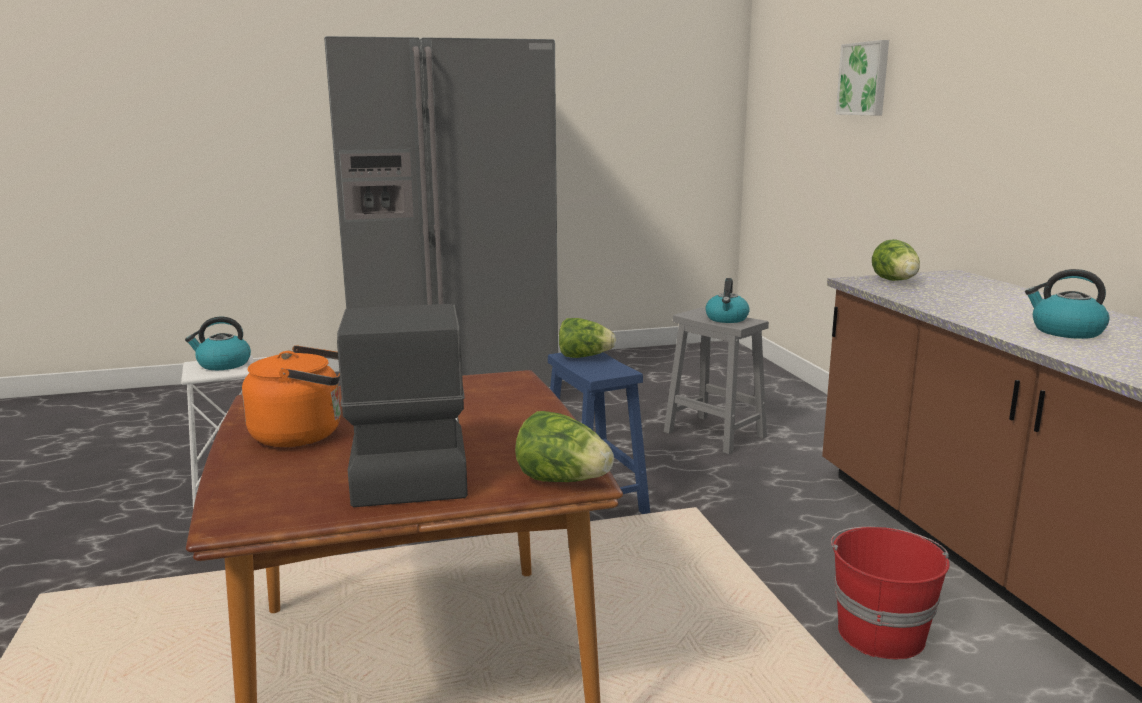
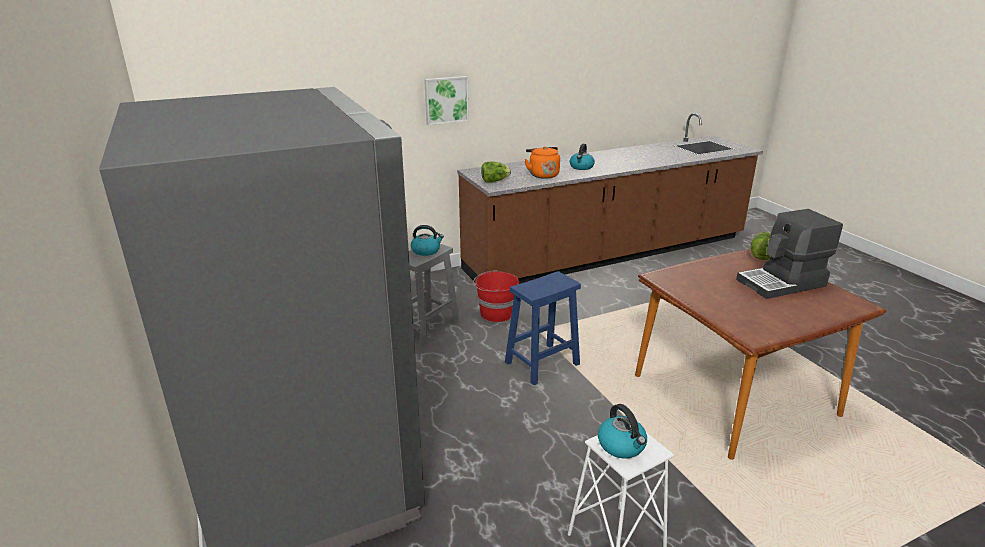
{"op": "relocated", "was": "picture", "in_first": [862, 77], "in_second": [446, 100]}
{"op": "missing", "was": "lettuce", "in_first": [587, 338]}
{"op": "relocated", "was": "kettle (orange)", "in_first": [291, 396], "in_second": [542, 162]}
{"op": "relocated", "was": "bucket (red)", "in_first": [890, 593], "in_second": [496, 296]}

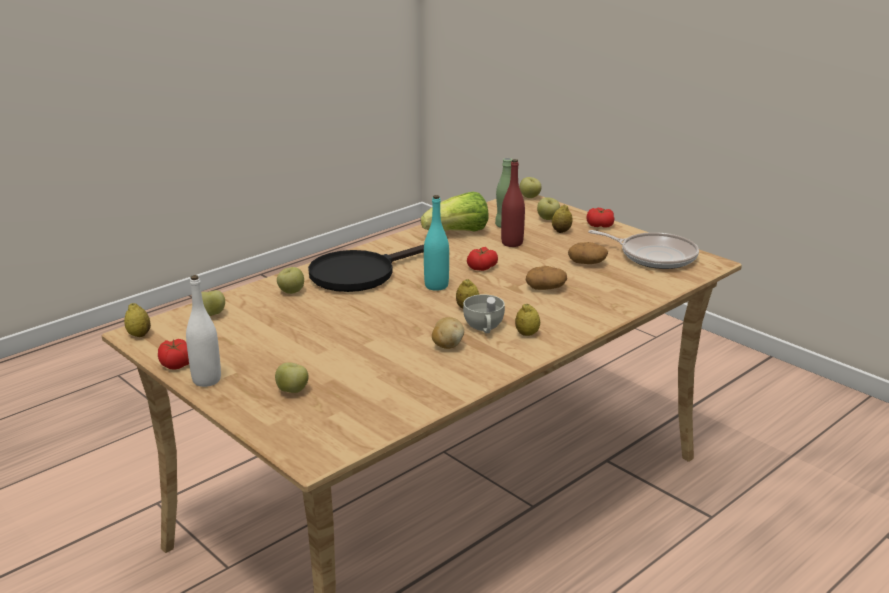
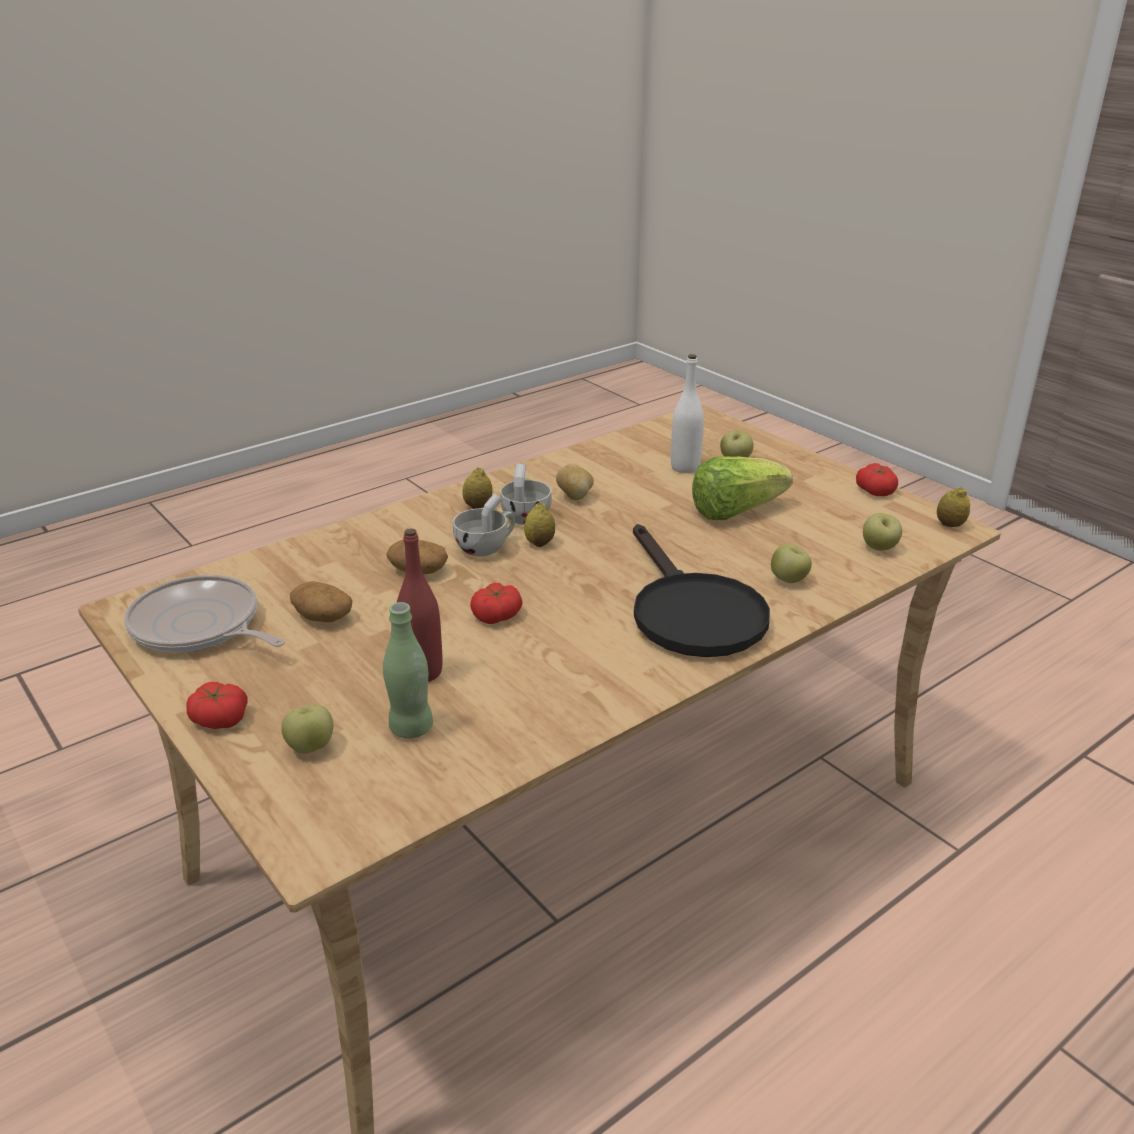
{"op": "missing", "was": "apple", "in_first": [530, 187]}
{"op": "relocated", "was": "lettuce", "in_first": [455, 211], "in_second": [742, 488]}
{"op": "missing", "was": "bottle (turquoise)", "in_first": [436, 243]}
{"op": "missing", "was": "lemon", "in_first": [562, 219]}
{"op": "spun", "was": "frying pan (black)", "in_first": [366, 268], "in_second": [701, 590], "clockwise": 105}
{"op": "relocated", "was": "bottle (white)", "in_first": [203, 331], "in_second": [687, 413]}
{"op": "appeared", "now": "cup (white)", "in_second": [484, 525]}

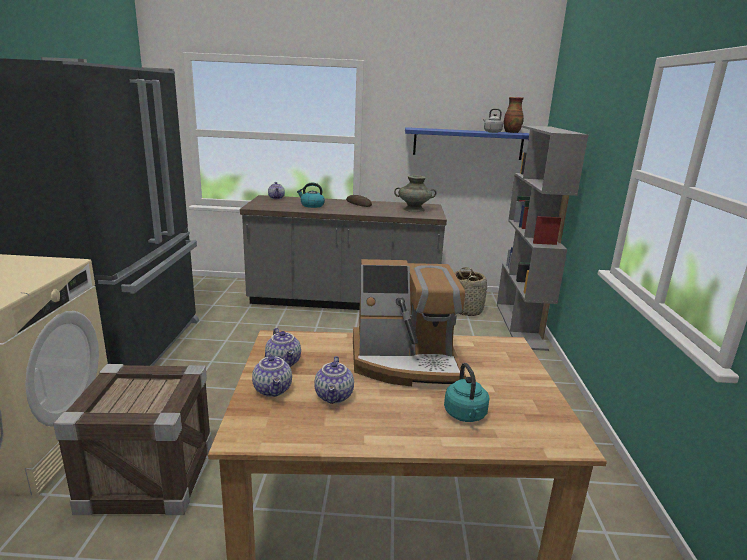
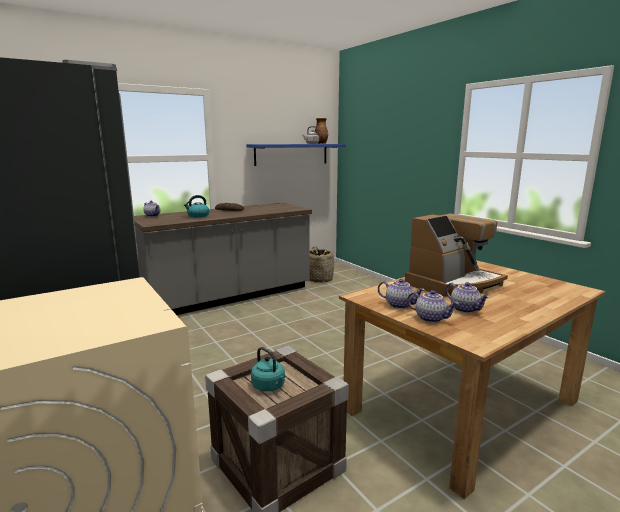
{"op": "missing", "was": "bookcase (grey)", "in_first": [542, 238]}
{"op": "missing", "was": "vase (turquoise)", "in_first": [415, 193]}
{"op": "relocated", "was": "kettle (turquoise)", "in_first": [466, 392], "in_second": [268, 369]}

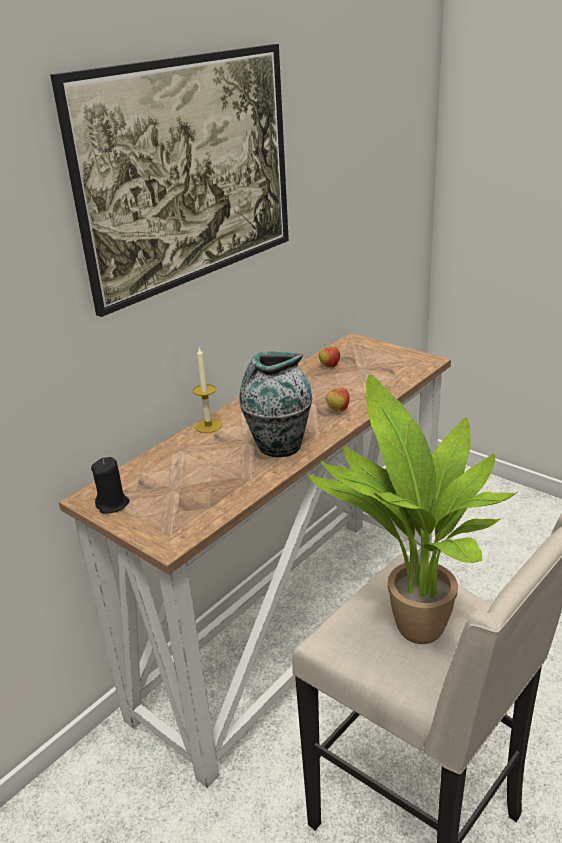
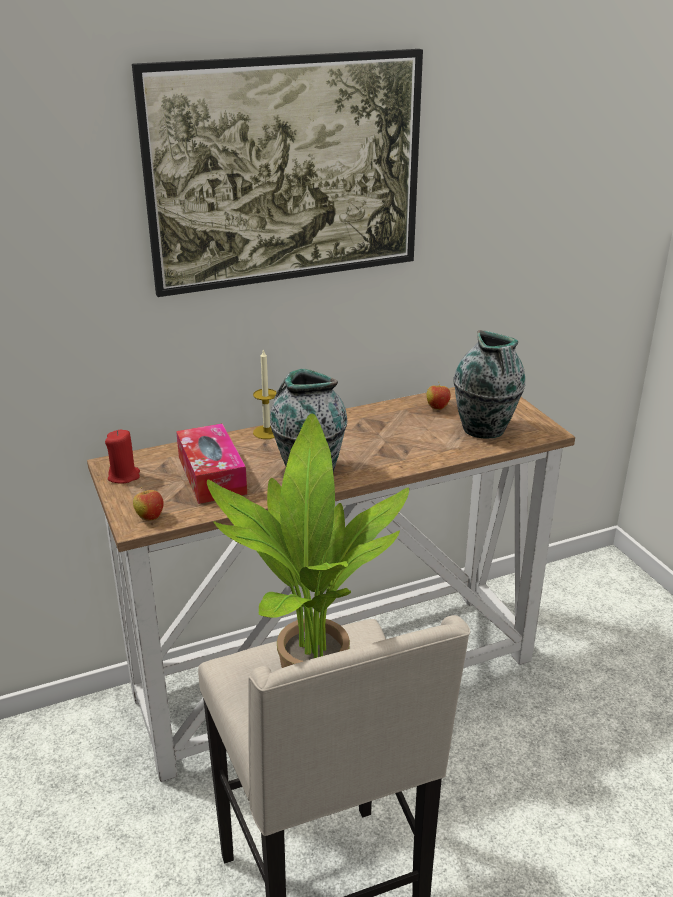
{"op": "relocated", "was": "apple", "in_first": [337, 399], "in_second": [148, 504]}
{"op": "colour", "was": "candle (black)", "now": "candle (red)", "in_first": [110, 485], "in_second": [122, 457]}
{"op": "appeared", "now": "vase", "in_second": [489, 384]}
{"op": "appeared", "now": "tissue box", "in_second": [211, 463]}

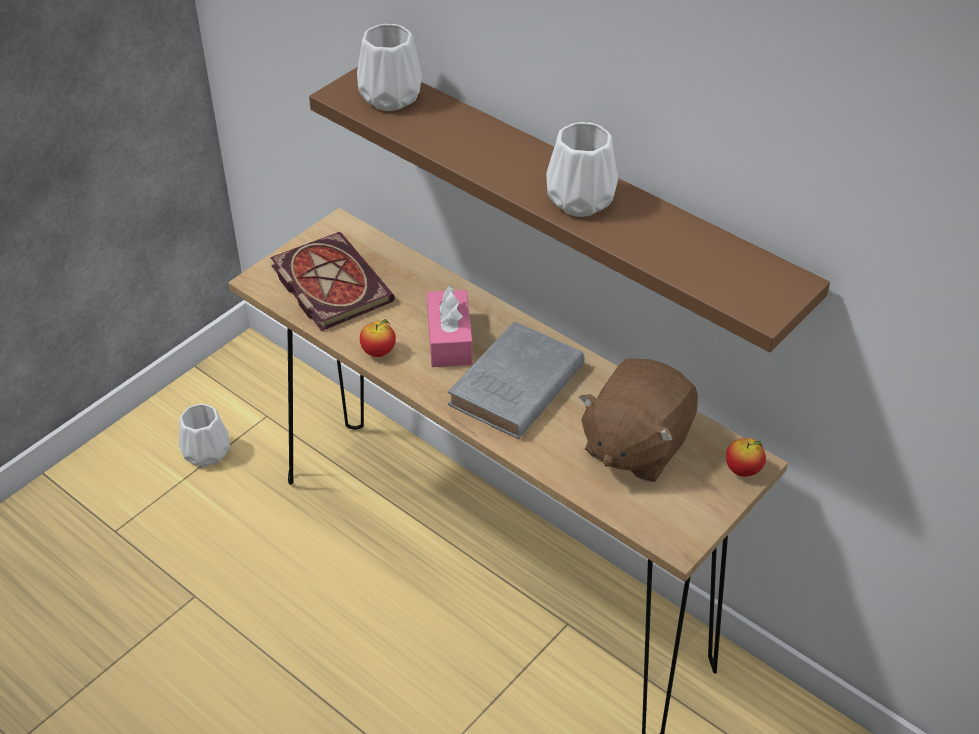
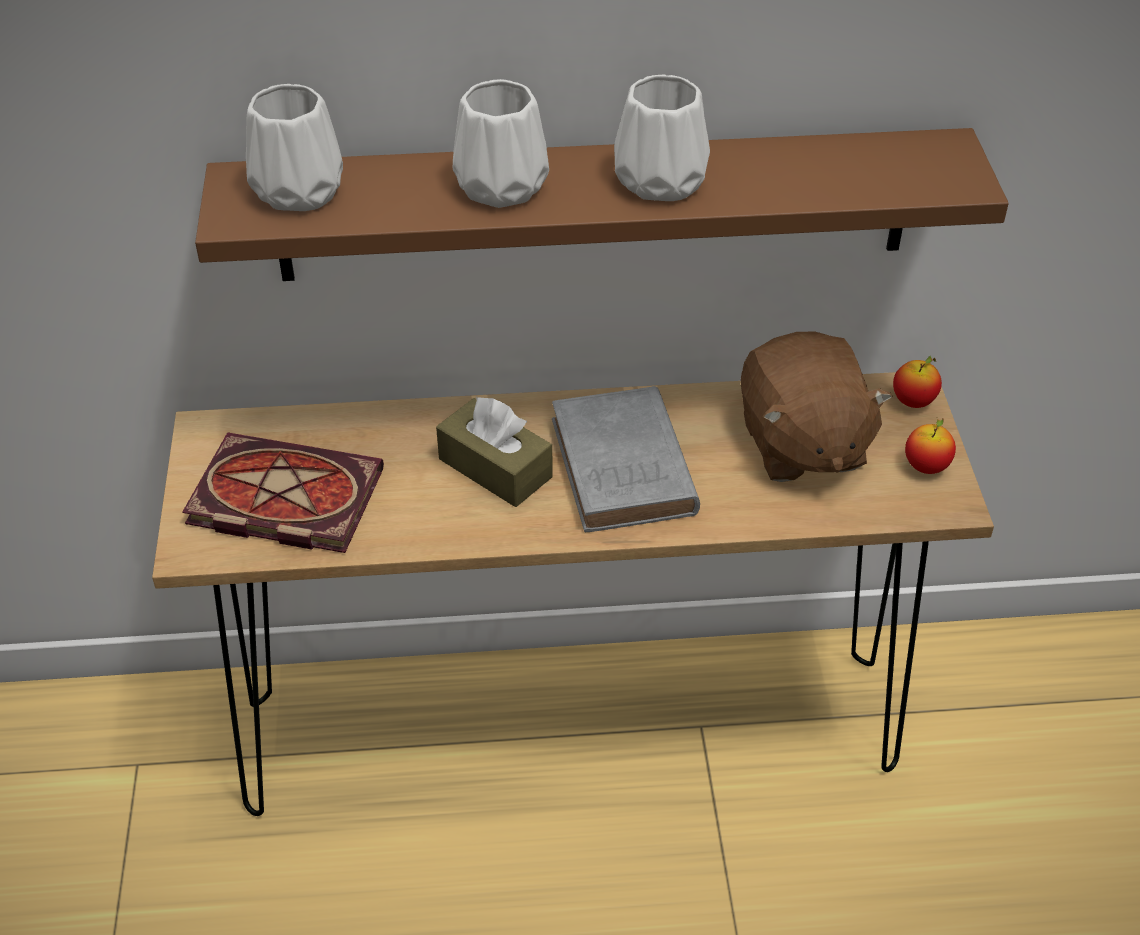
{"op": "colour", "was": "tissue box (pink)", "now": "tissue box (brown)", "in_first": [450, 326], "in_second": [494, 452]}
{"op": "relocated", "was": "apple", "in_first": [378, 338], "in_second": [930, 446]}
{"op": "relocated", "was": "vase (white)", "in_first": [204, 435], "in_second": [500, 143]}

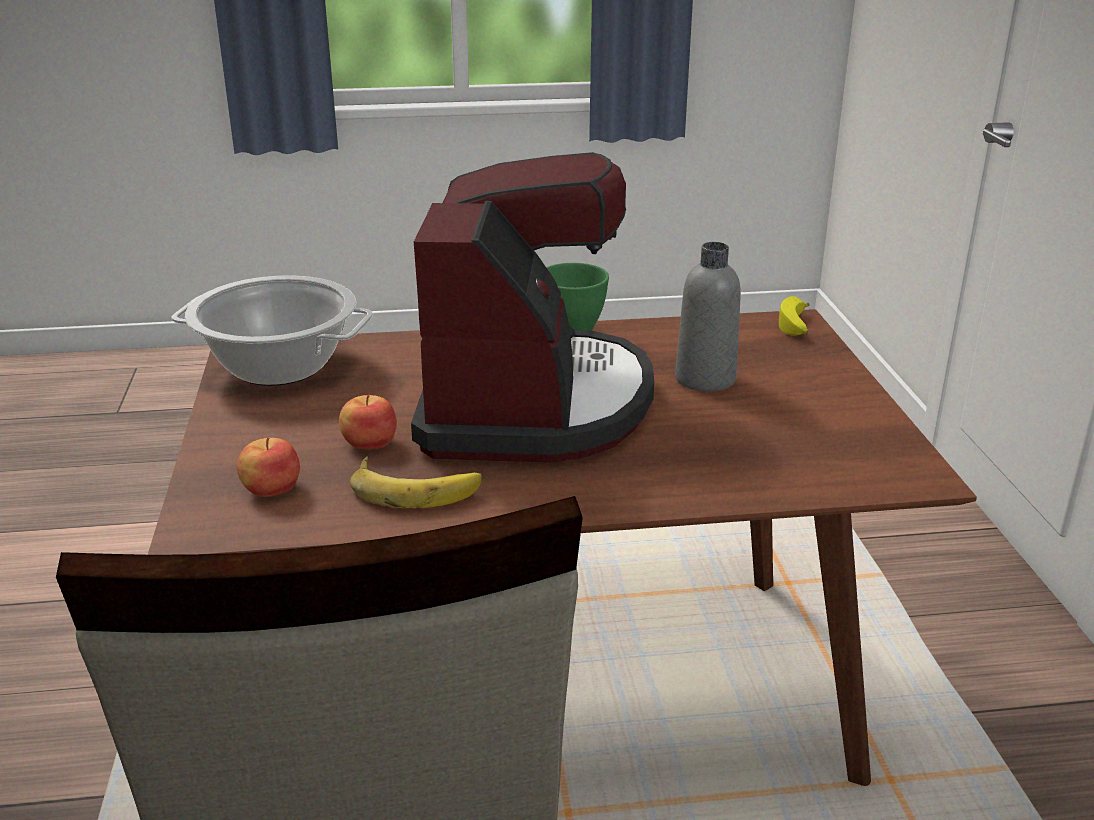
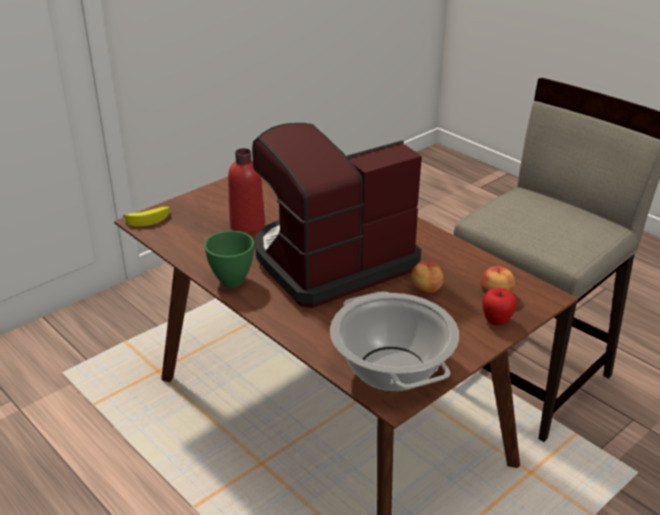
{"op": "colour", "was": "bottle (grey)", "now": "bottle (red)", "in_first": [708, 317], "in_second": [246, 191]}
{"op": "missing", "was": "banana", "in_first": [416, 482]}
{"op": "appeared", "now": "apple", "in_second": [499, 306]}

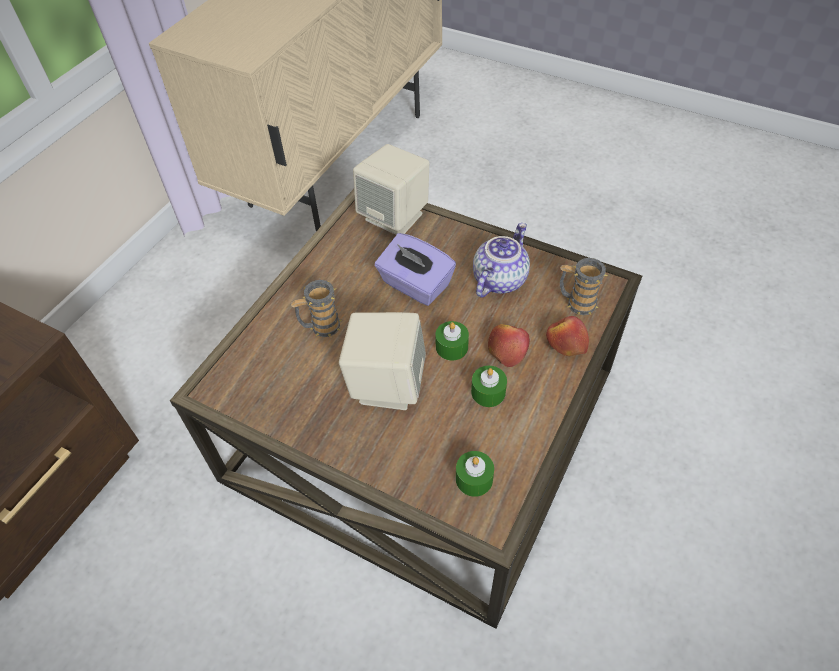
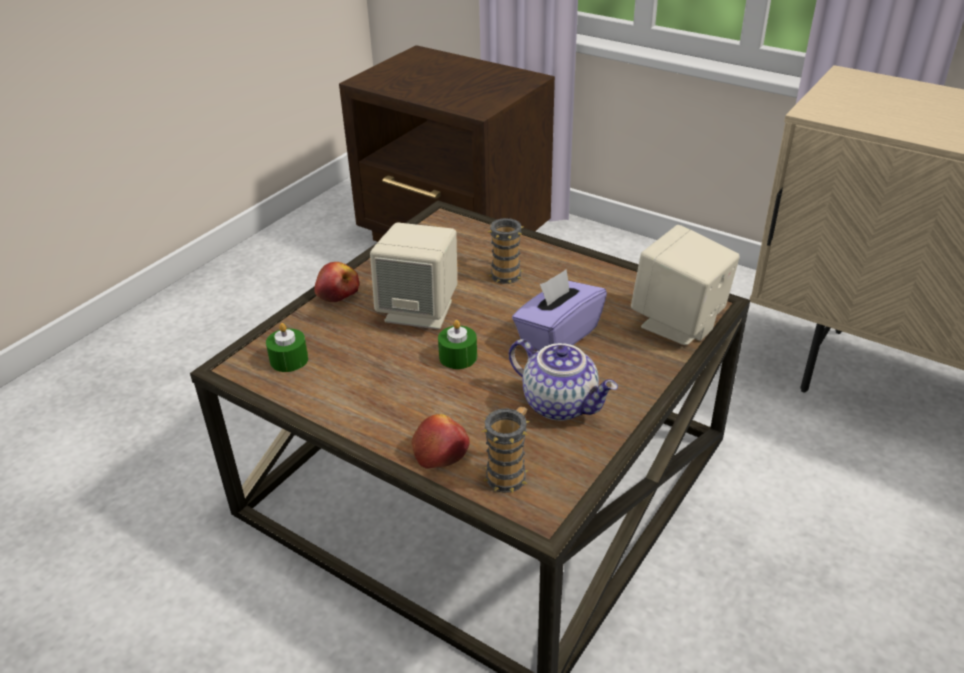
{"op": "relocated", "was": "apple", "in_first": [509, 345], "in_second": [337, 282]}
{"op": "missing", "was": "candle (green)", "in_first": [489, 386]}

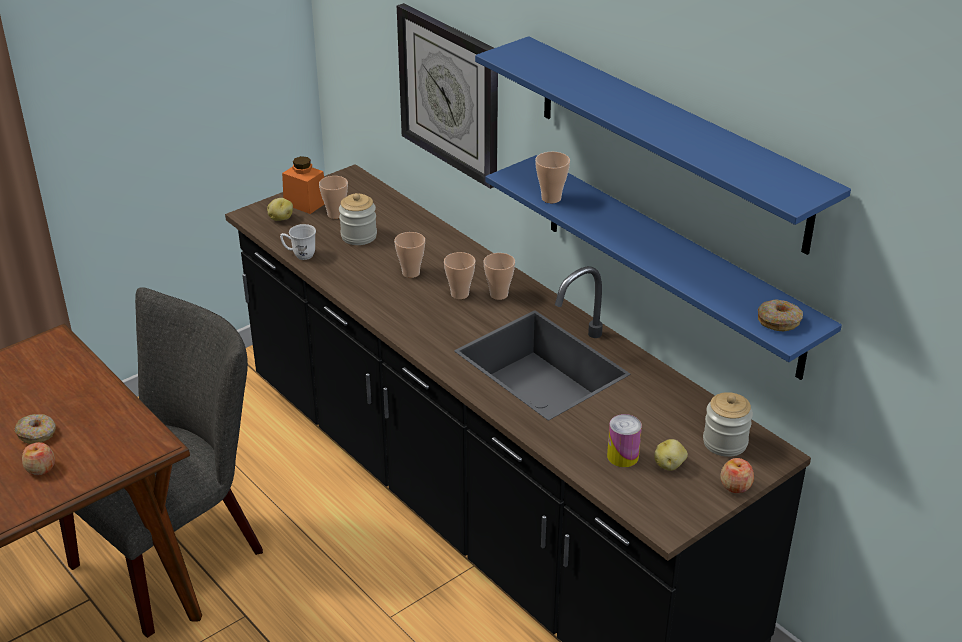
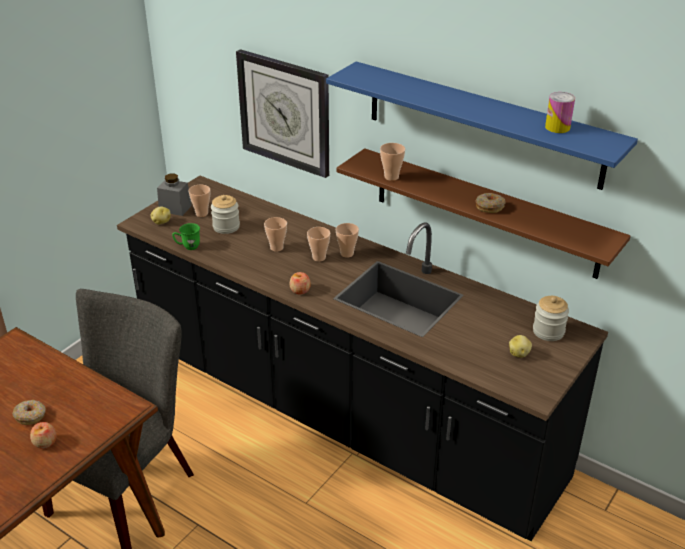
{"op": "colour", "was": "shelf (blue)", "now": "shelf (brown)", "in_first": [664, 267], "in_second": [483, 213]}
{"op": "colour", "was": "jar (orange)", "now": "jar (grey)", "in_first": [303, 185], "in_second": [174, 194]}
{"op": "colour", "was": "mug (white)", "now": "mug (green)", "in_first": [298, 242], "in_second": [186, 236]}
{"op": "relocated", "was": "donut", "in_first": [780, 315], "in_second": [491, 203]}
{"op": "relocated", "was": "can", "in_first": [624, 440], "in_second": [560, 112]}
{"op": "relocated", "was": "apple", "in_first": [737, 475], "in_second": [300, 283]}

